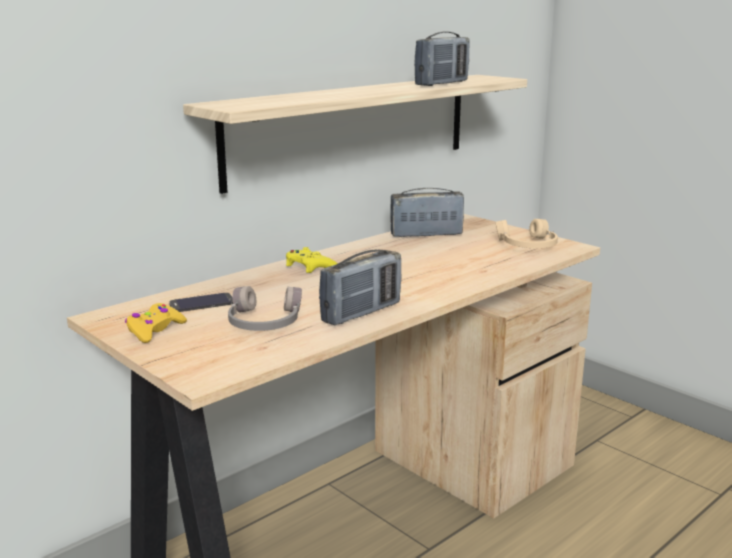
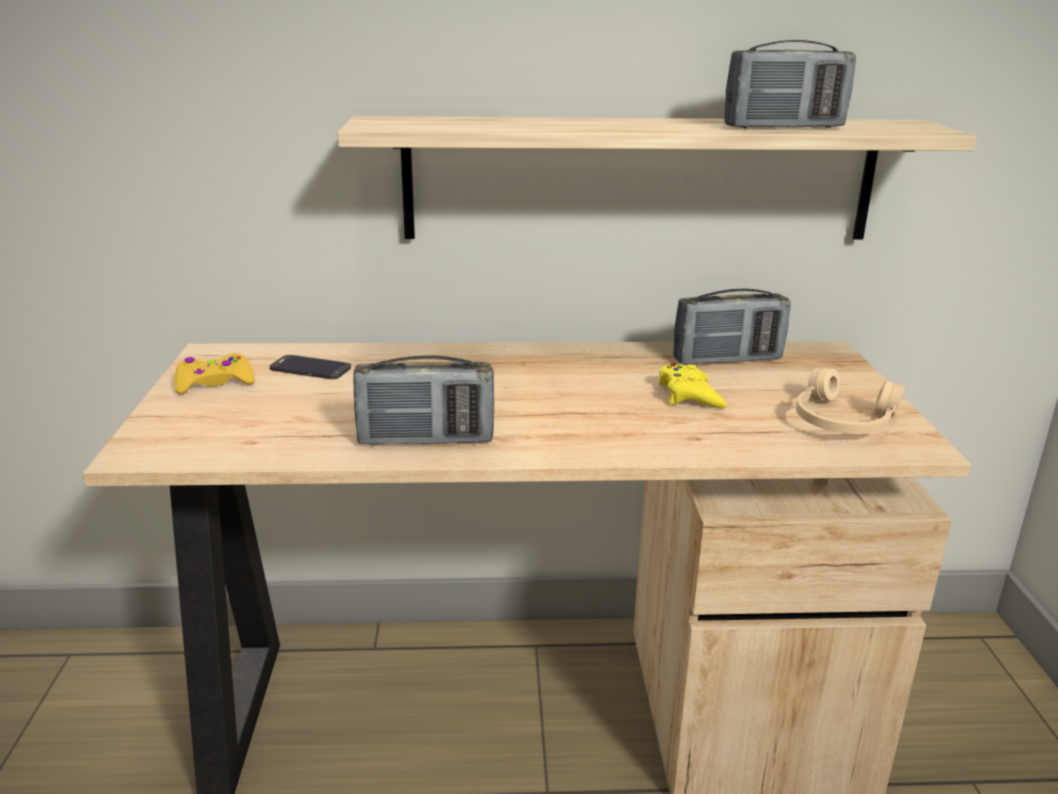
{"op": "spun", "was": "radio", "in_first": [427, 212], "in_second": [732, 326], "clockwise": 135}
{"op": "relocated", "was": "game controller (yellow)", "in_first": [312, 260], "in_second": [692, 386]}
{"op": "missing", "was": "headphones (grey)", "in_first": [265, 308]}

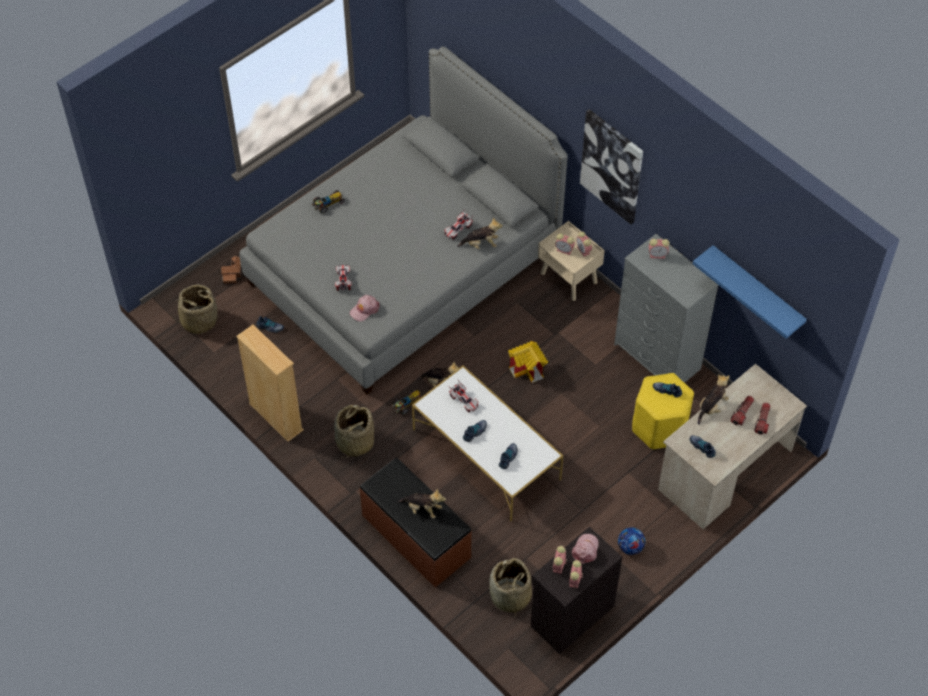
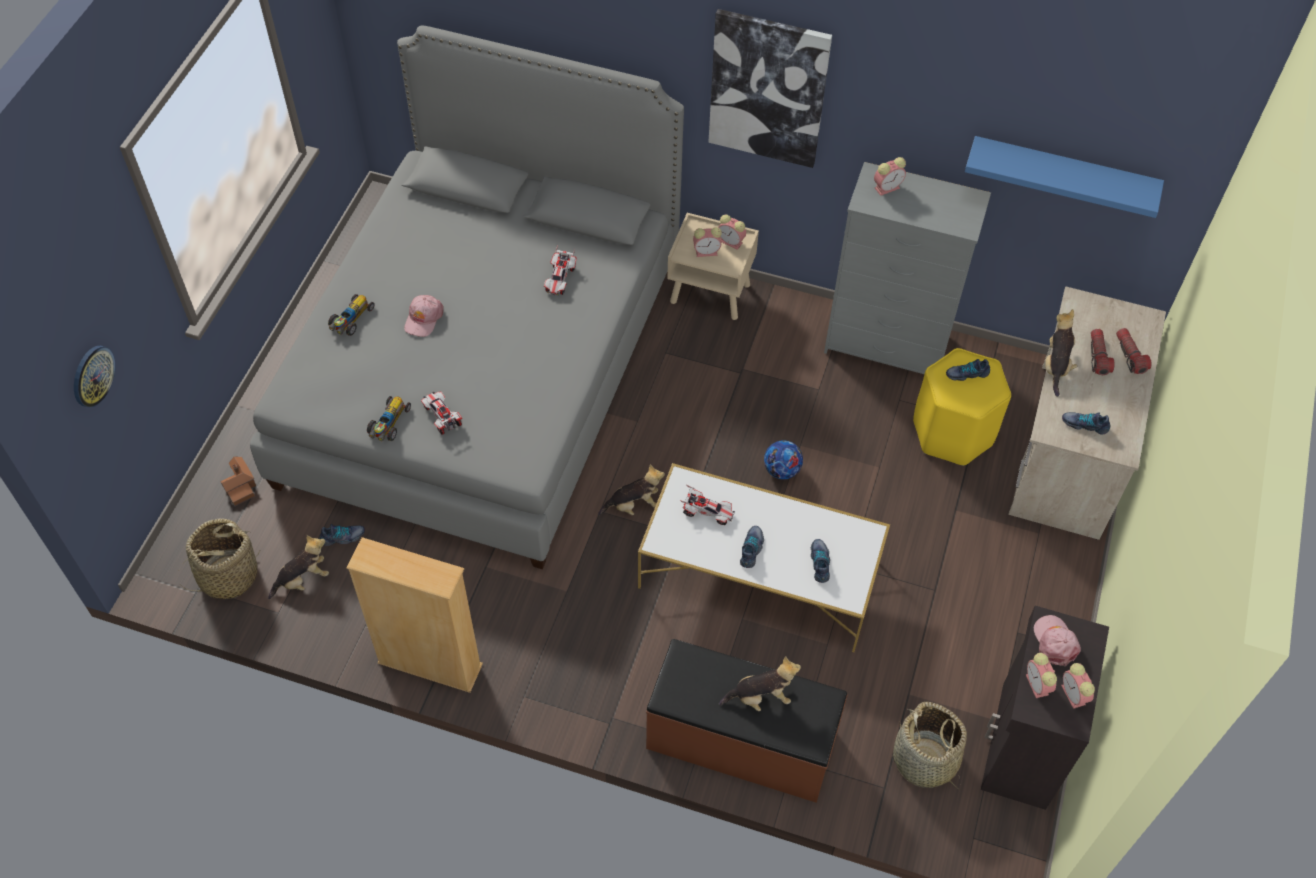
{"op": "relocated", "was": "plush toy", "in_first": [480, 233], "in_second": [298, 567]}
{"op": "relocated", "was": "cap (pink)", "in_first": [364, 308], "in_second": [424, 316]}
{"op": "missing", "was": "toy house", "in_first": [528, 362]}
{"op": "relocated", "was": "toy car", "in_first": [406, 401], "in_second": [389, 418]}
{"op": "missing", "was": "basket", "in_first": [354, 431]}
{"op": "relocated", "was": "football", "in_first": [631, 541], "in_second": [783, 459]}
{"op": "appeared", "now": "wall clock", "in_second": [95, 377]}

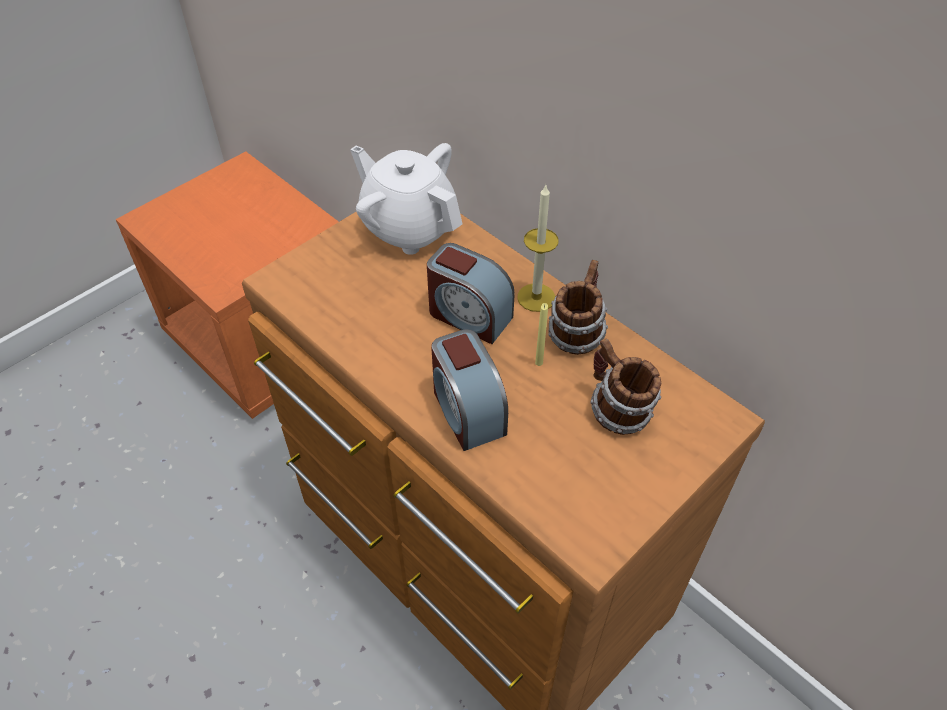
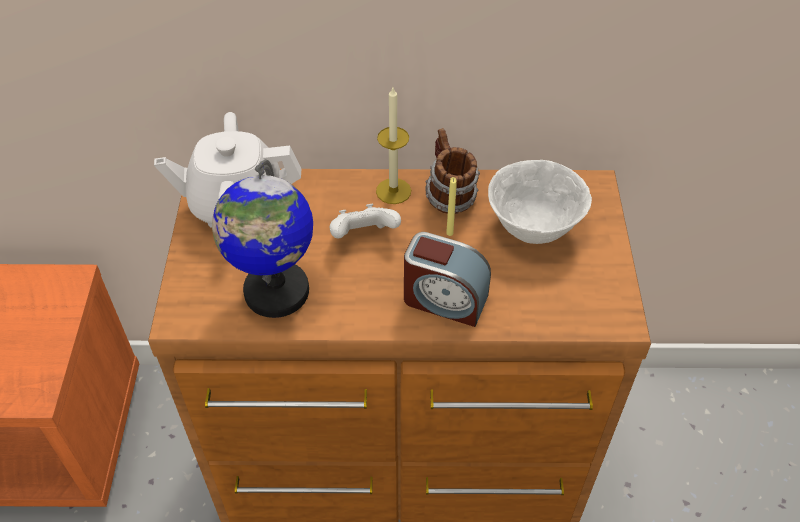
{"op": "exchanged", "was": "alarm clock", "now": "game controller (white)", "in_first": [471, 293], "in_second": [365, 221]}
{"op": "exchanged", "was": "mug", "now": "bowl (white)", "in_first": [625, 386], "in_second": [540, 202]}
{"op": "appeared", "now": "globe", "in_second": [262, 238]}

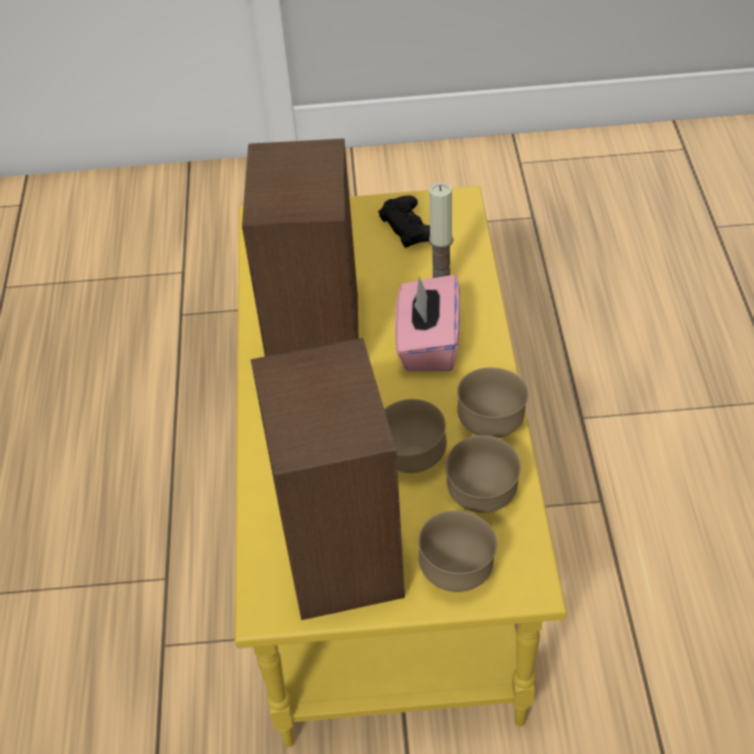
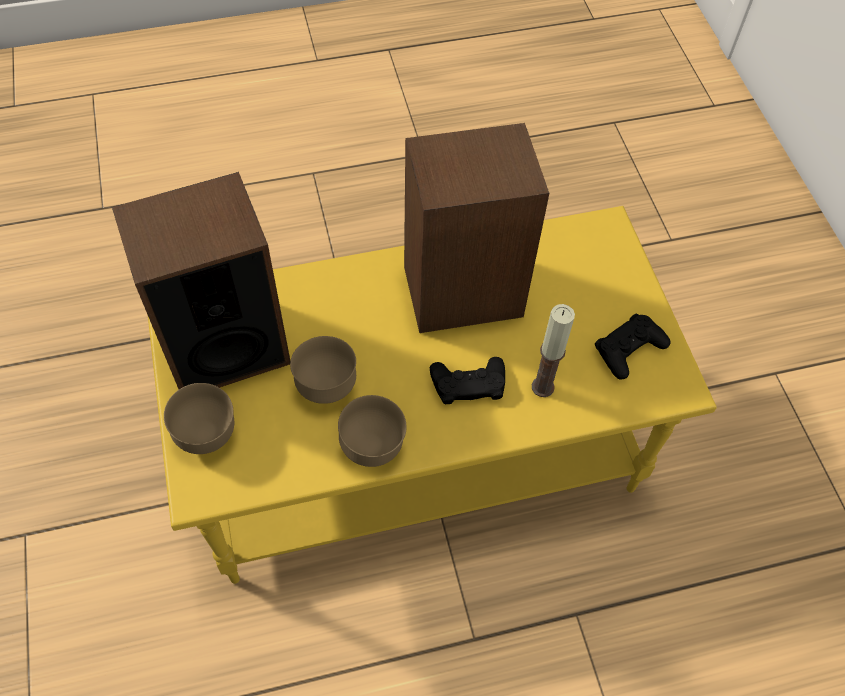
{"op": "exchanged", "was": "tissue box (pink)", "now": "game controller (black)", "in_first": [427, 322], "in_second": [467, 380]}
{"op": "missing", "was": "bowl (brown)", "in_first": [483, 474]}

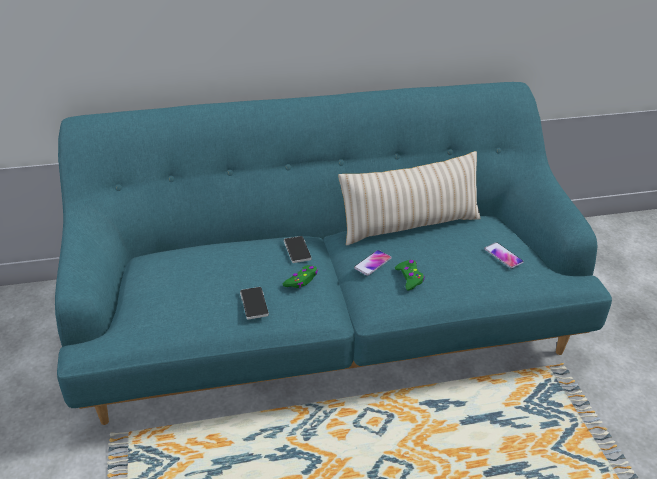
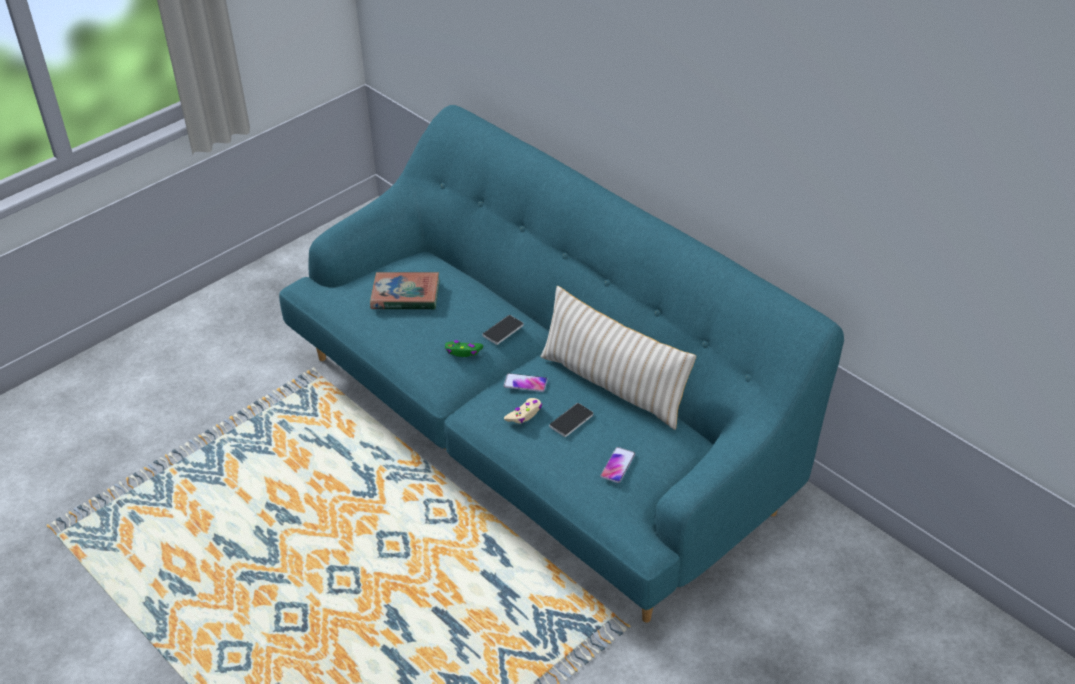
{"op": "colour", "was": "game controller (green)", "now": "game controller (beige)", "in_first": [410, 275], "in_second": [523, 410]}
{"op": "relocated", "was": "phone", "in_first": [254, 303], "in_second": [571, 420]}
{"op": "appeared", "now": "book", "in_second": [405, 291]}

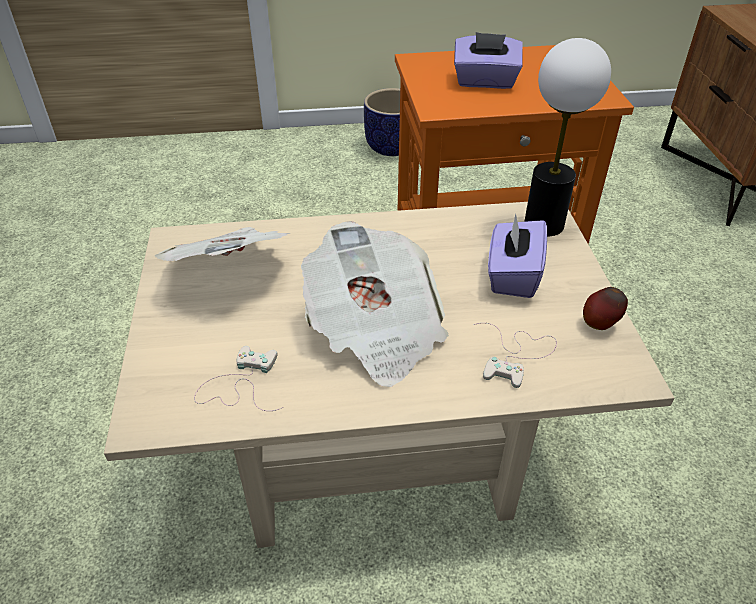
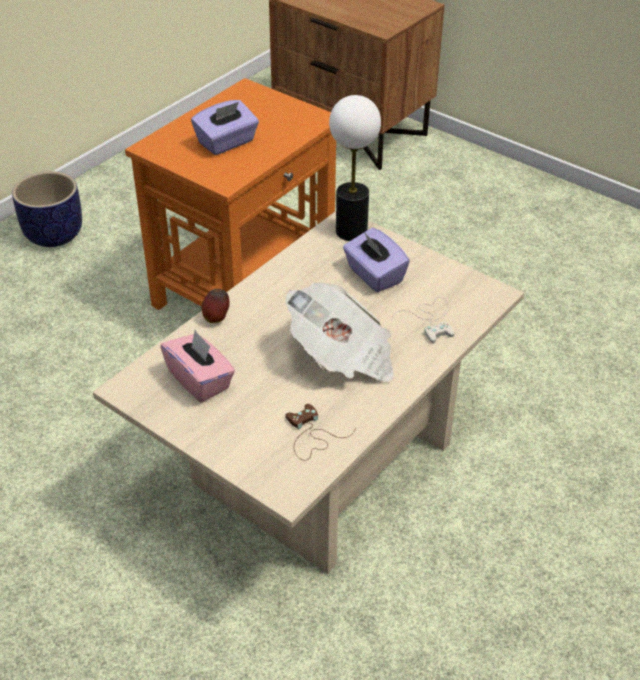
{"op": "exchanged", "was": "newspaper", "now": "tissue box (pink)", "in_first": [222, 244], "in_second": [197, 366]}
{"op": "relocated", "was": "apple", "in_first": [605, 308], "in_second": [215, 306]}
{"op": "colour", "was": "game controller (white)", "now": "game controller (brown)", "in_first": [238, 378], "in_second": [321, 432]}

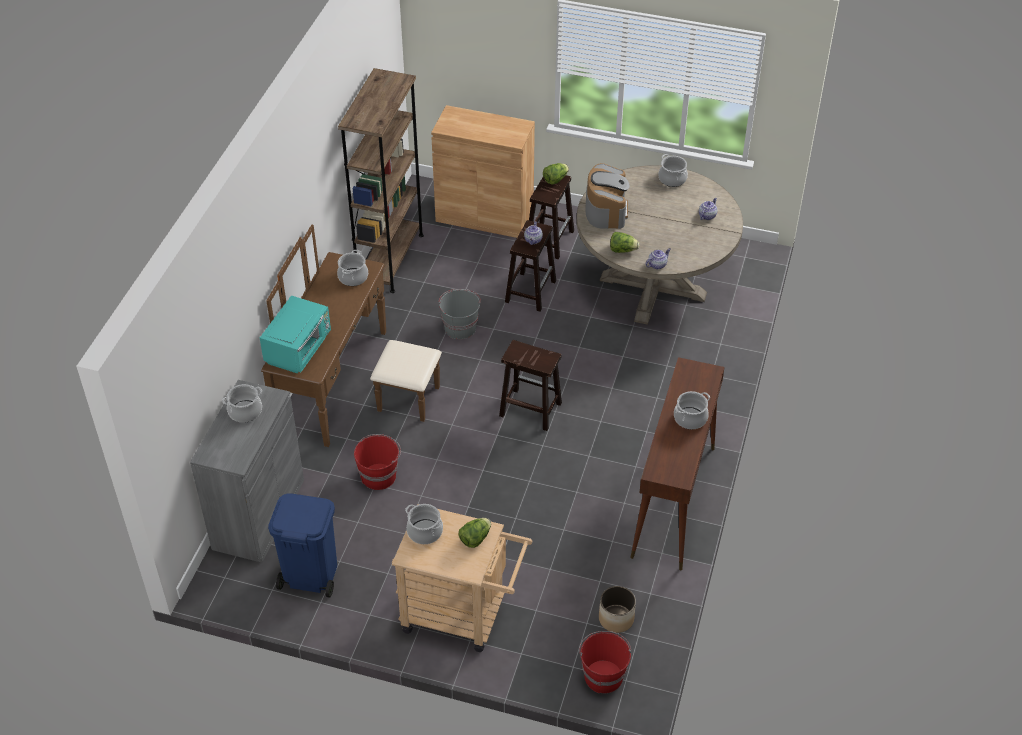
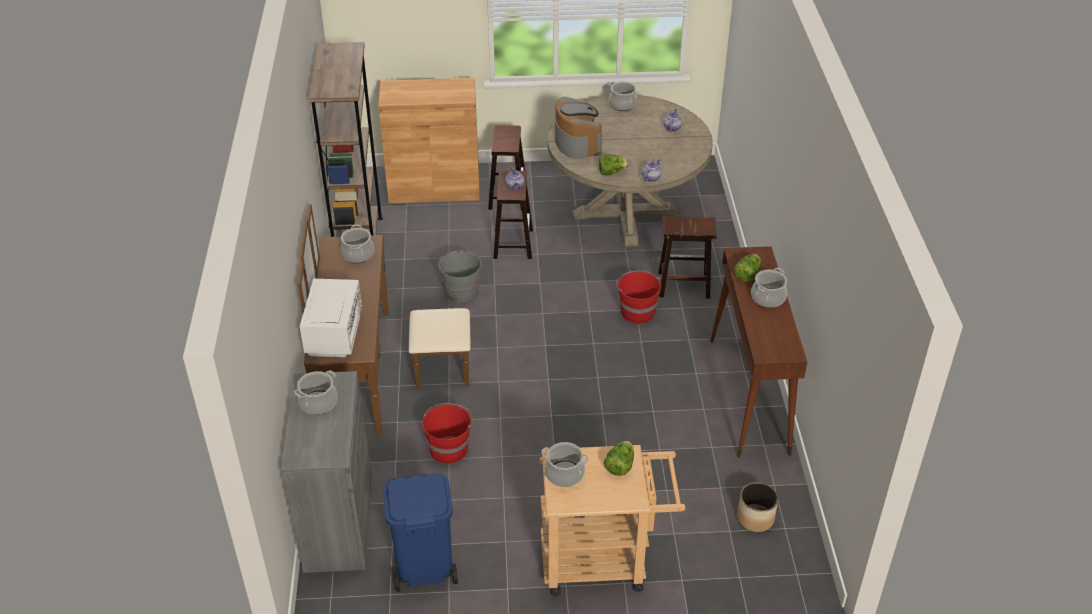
{"op": "relocated", "was": "lettuce", "in_first": [556, 174], "in_second": [747, 268]}
{"op": "colour", "was": "microwave (turquoise)", "now": "microwave (white)", "in_first": [295, 334], "in_second": [331, 318]}
{"op": "relocated", "was": "stool (brown)", "in_first": [530, 385], "in_second": [687, 257]}
{"op": "relocated", "was": "bucket (red)", "in_first": [605, 662], "in_second": [638, 297]}

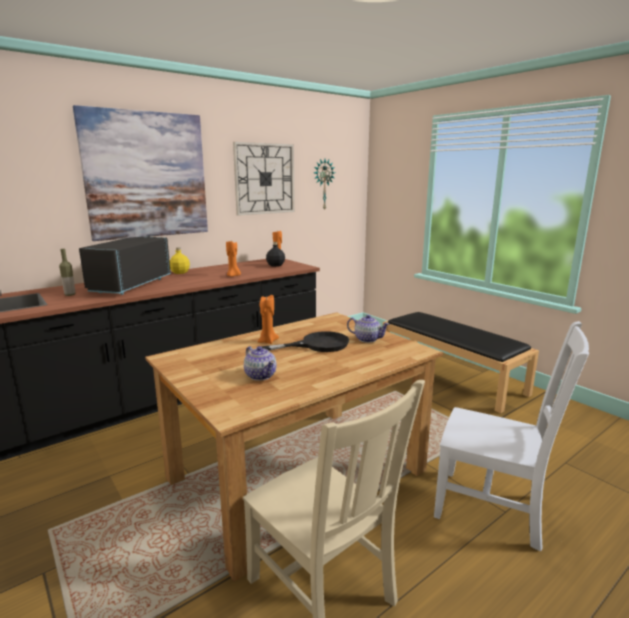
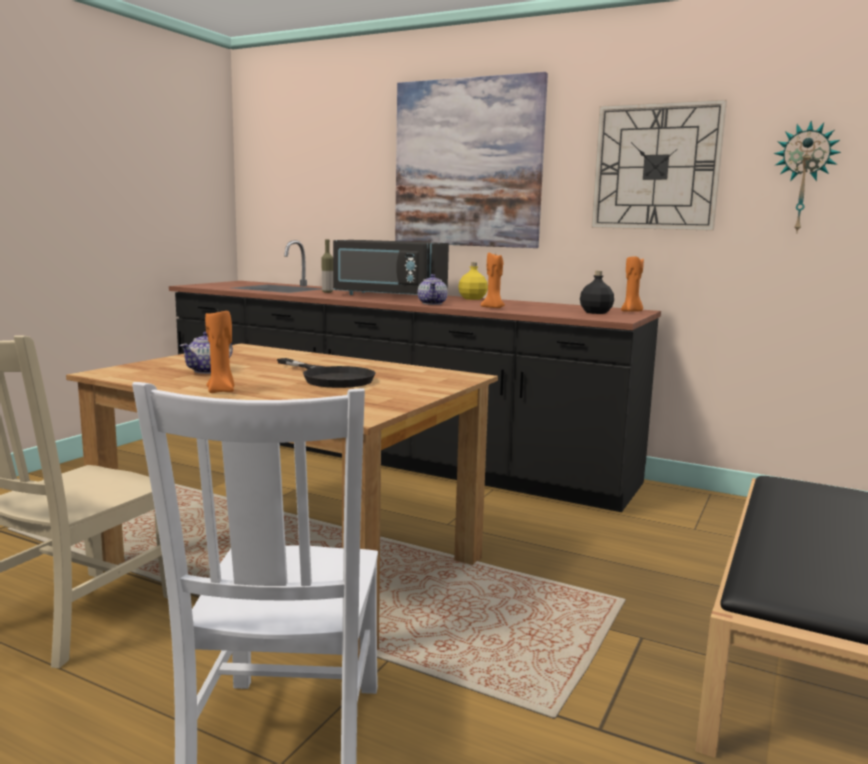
{"op": "spun", "was": "microwave (black)", "in_first": [125, 265], "in_second": [391, 267], "clockwise": -150}
{"op": "relocated", "was": "candle (orange)", "in_first": [268, 319], "in_second": [220, 352]}
{"op": "relocated", "was": "teapot", "in_first": [368, 329], "in_second": [433, 289]}

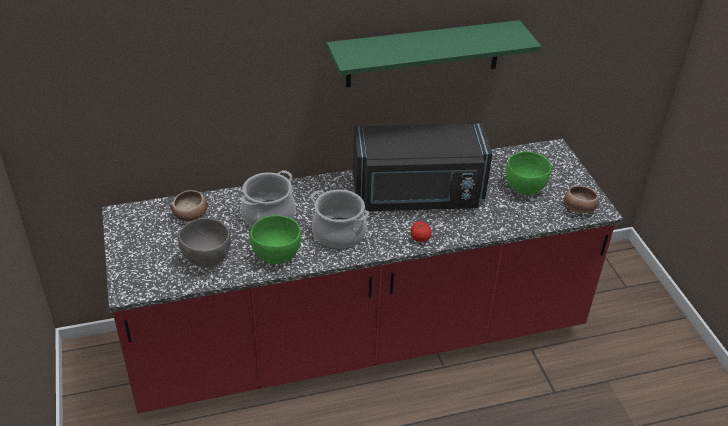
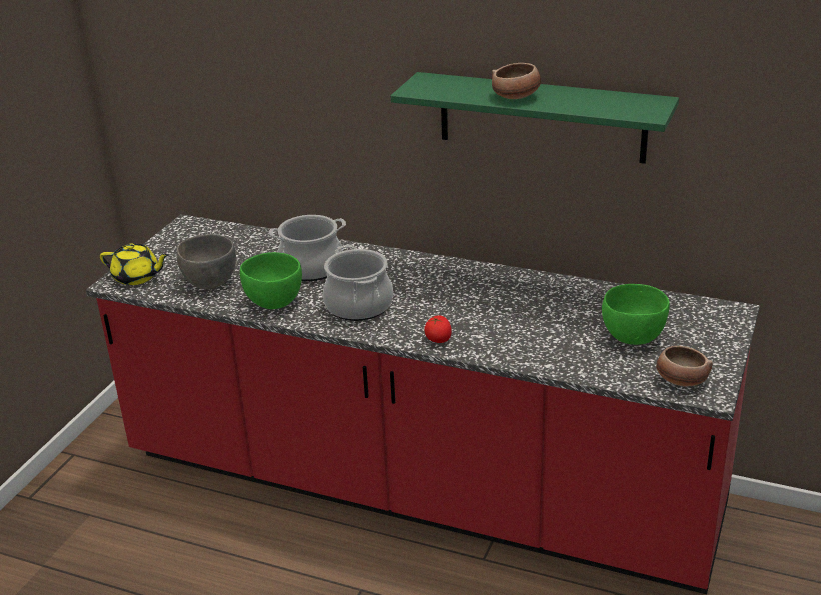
{"op": "missing", "was": "microwave (black)", "in_first": [422, 167]}
{"op": "relocated", "was": "bowl", "in_first": [189, 205], "in_second": [516, 81]}
{"op": "appeared", "now": "teapot (yellow)", "in_second": [134, 264]}

